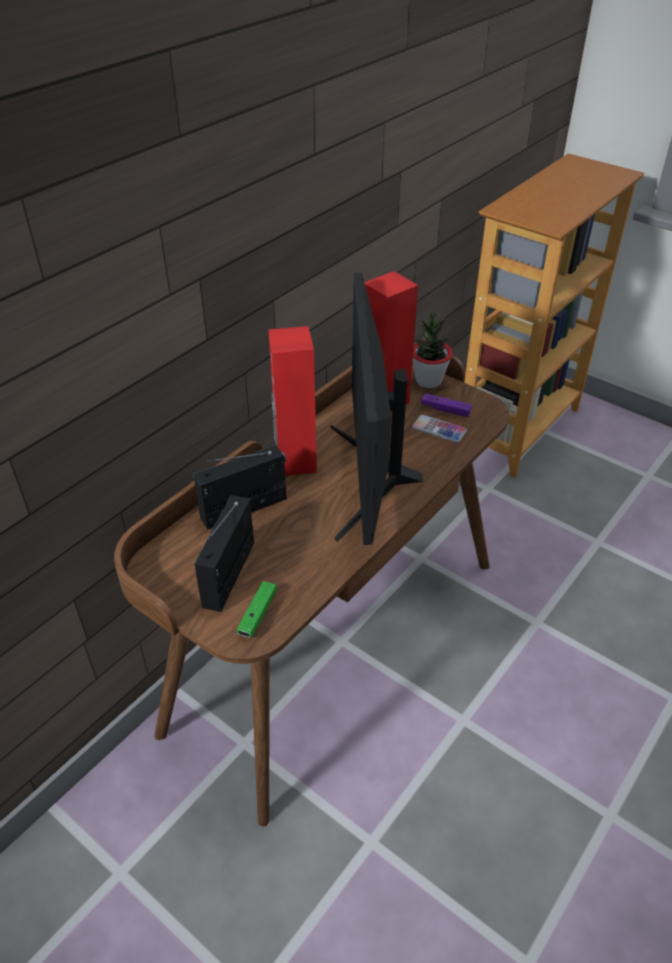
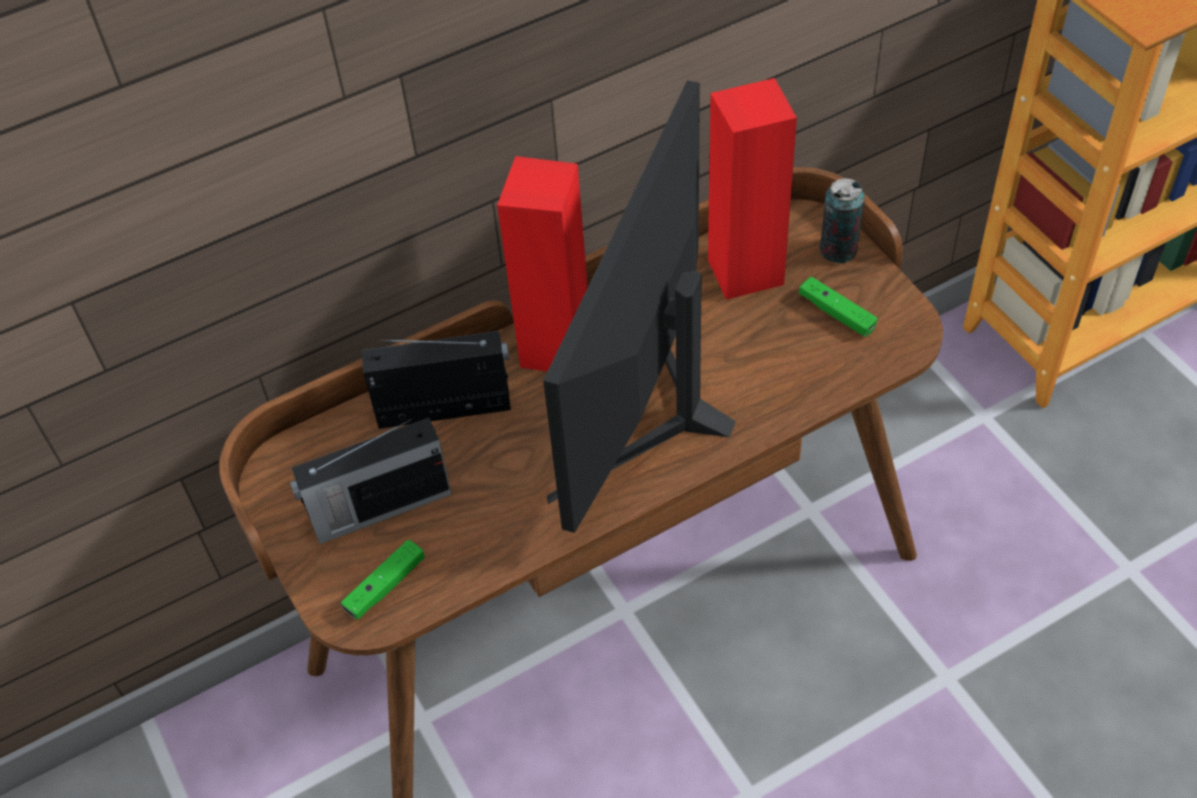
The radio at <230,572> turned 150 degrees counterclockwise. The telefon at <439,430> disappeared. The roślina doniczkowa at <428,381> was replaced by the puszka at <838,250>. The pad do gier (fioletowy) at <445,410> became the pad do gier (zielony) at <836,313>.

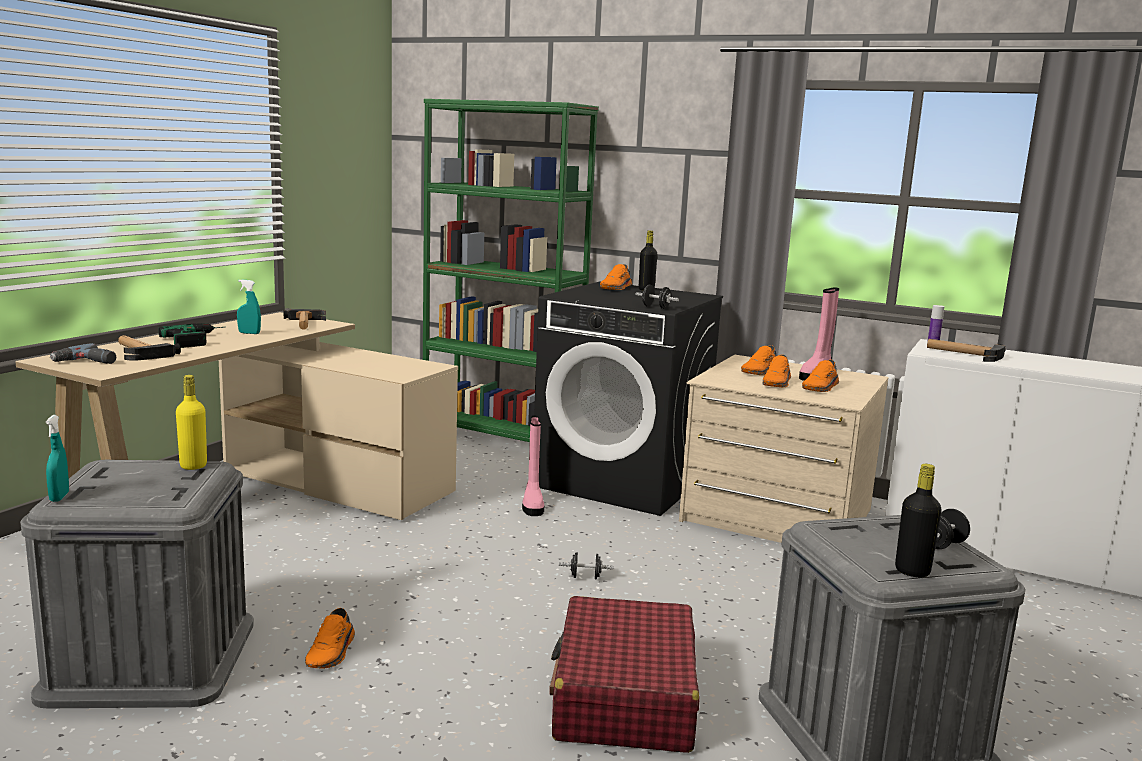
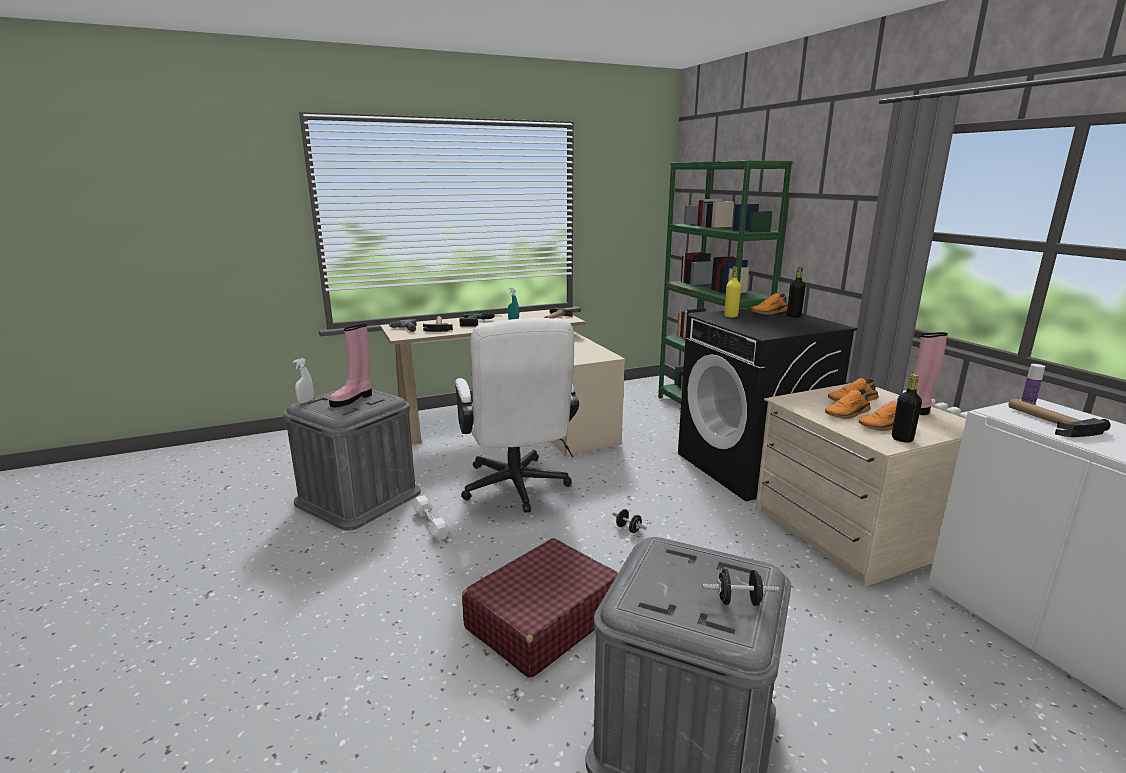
The spryskiwacz (turkusowy) at <59,497> became the spryskiwacz (biały) at <306,401>. The butelka (żółty) moved from <193,466> to <731,316>. The but (pomarańczowy) at <332,653> was replaced by the hantel (biały) at <431,525>. The but z cholewką (różowy) moved from <532,504> to <353,399>. The hantel (czarny) at <656,307> disappeared. The butelka (czarny) moved from <912,571> to <902,439>. The krzesło biurowe (biały) at <516,490> appeared.

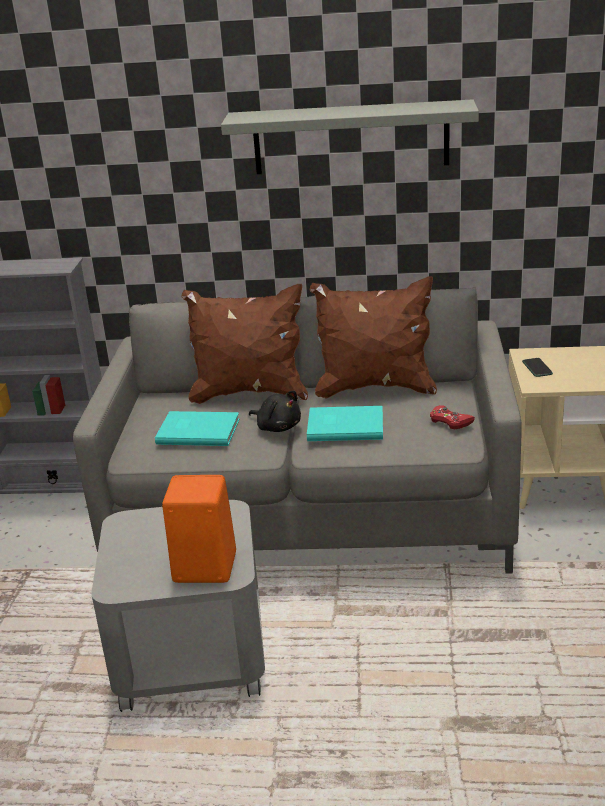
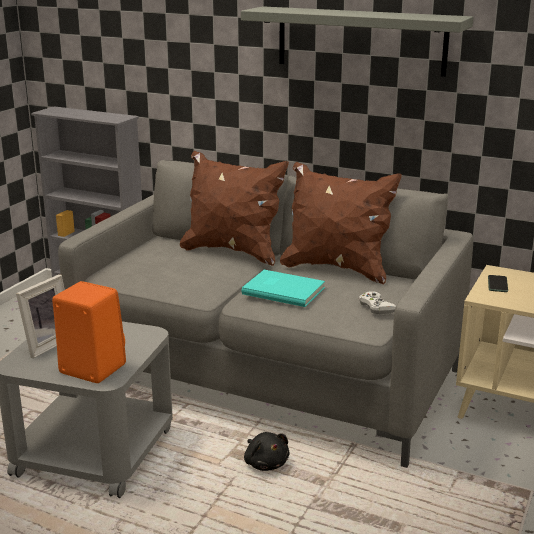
The książka (turkusowy) at <197,430> disappeared. The pluszak (czarny) moved from <277,427> to <265,463>. The pad do gier (czerwony) at <450,421> became the pad do gier (biały) at <376,307>. The ramka na zdjęcie at <46,344> appeared.

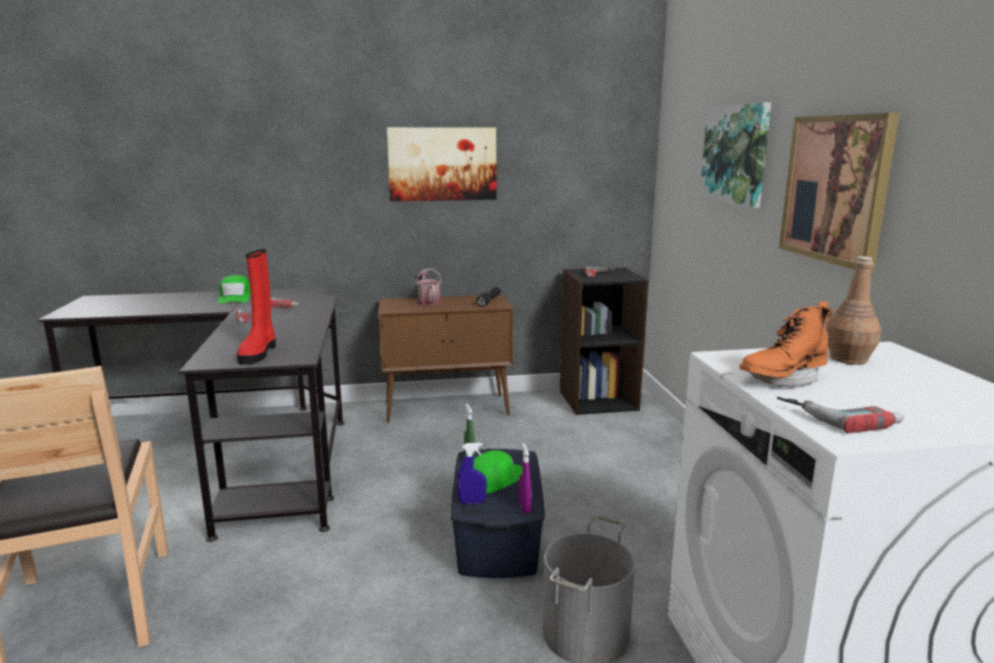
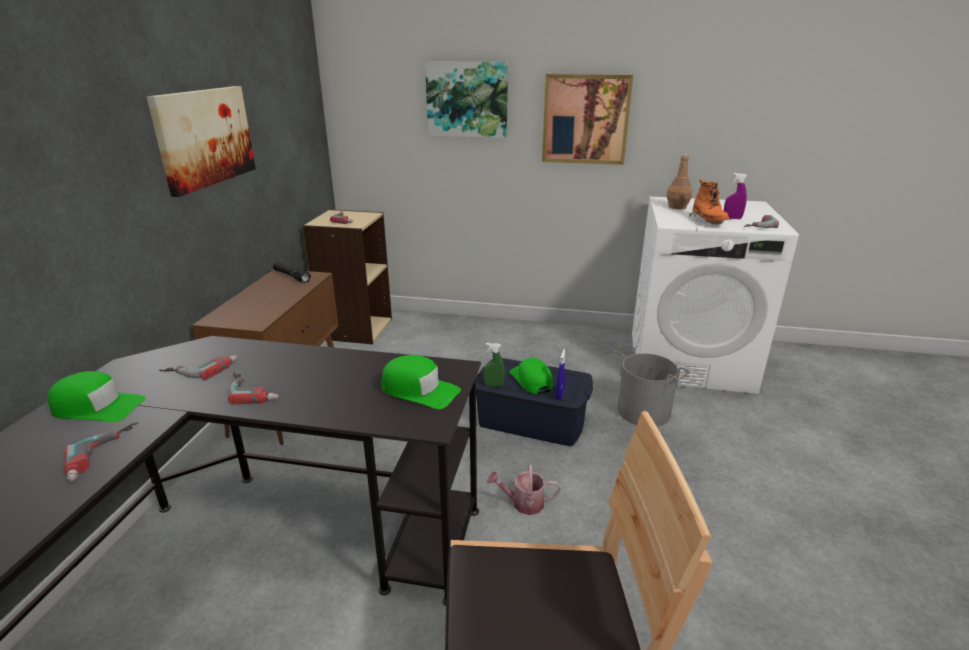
The but z cholewką (czerwony) at <259,353> was replaced by the czapka z daszkiem (zielony) at <419,390>. The konewka moved from <428,302> to <523,503>. The spryskiwacz (fioletowy) moved from <524,507> to <732,218>. The regał (czarny) at <598,400> became the regał (beżowy) at <355,328>. The wiertarka at <106,455> appeared.

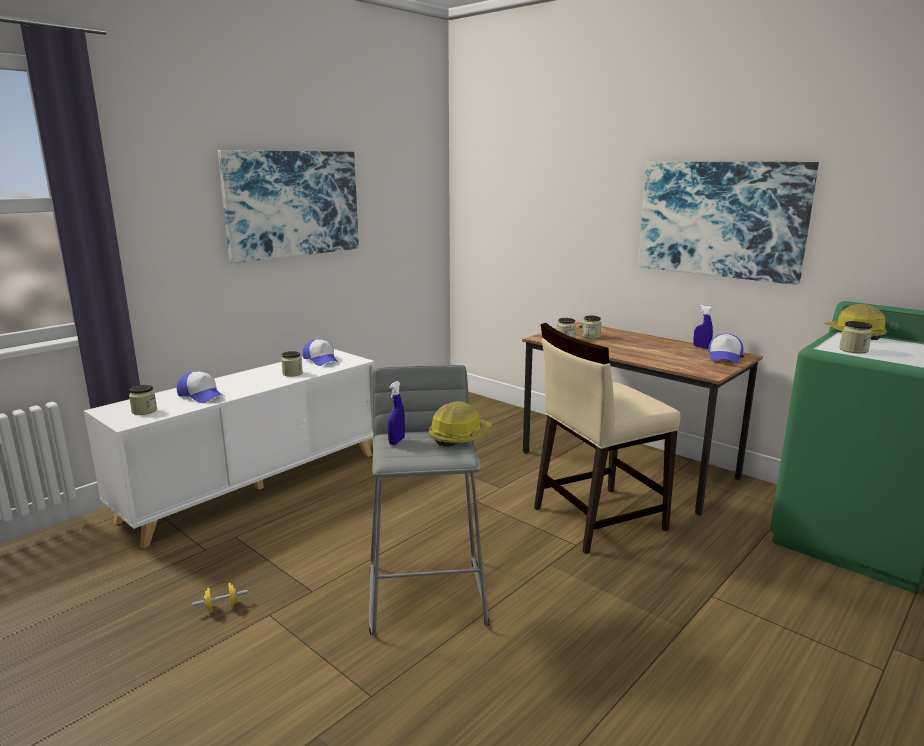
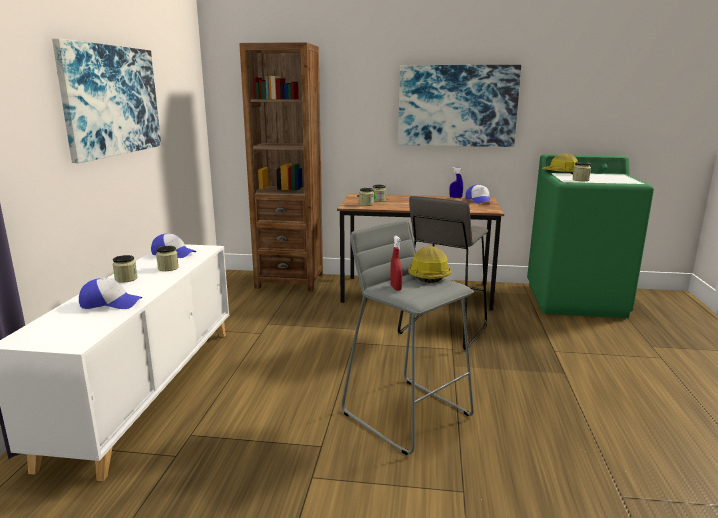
The słoik moved from <144,411> to <126,279>. The hantel (żółty) at <221,607> disappeared. The spryskiwacz (niebieski) at <396,441> became the spryskiwacz (czerwony) at <395,288>. The krzesło (beżowy) at <597,518> was replaced by the stołek (szary) at <442,329>. The regał (brązowy) at <290,281> appeared.

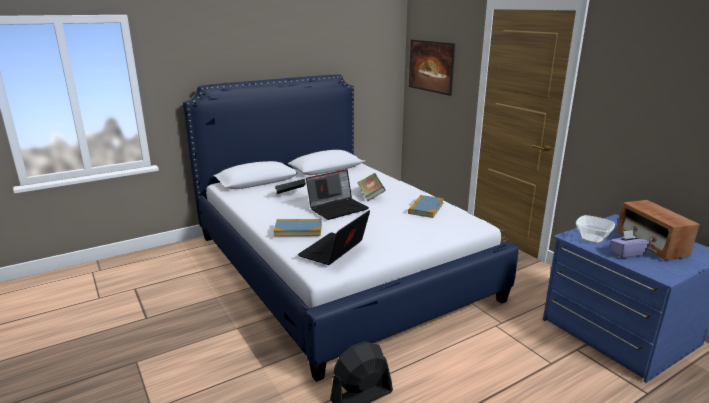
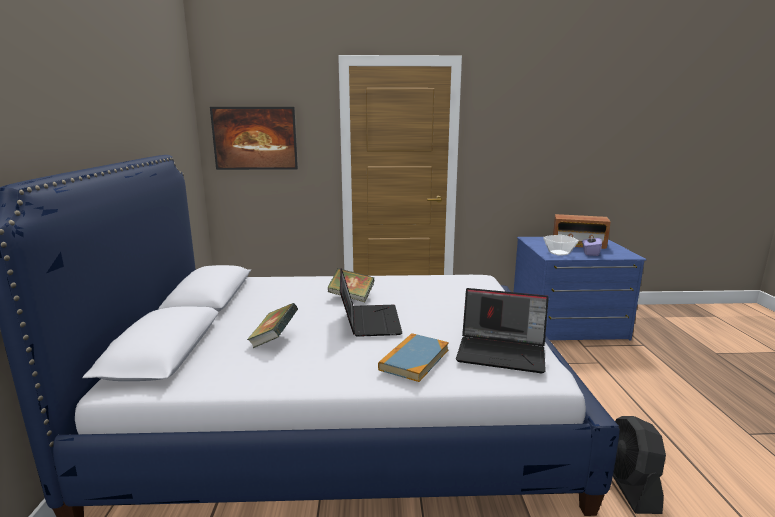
The laptop at <334,251> turned 45 degrees counterclockwise. The książka at <426,208> disappeared.

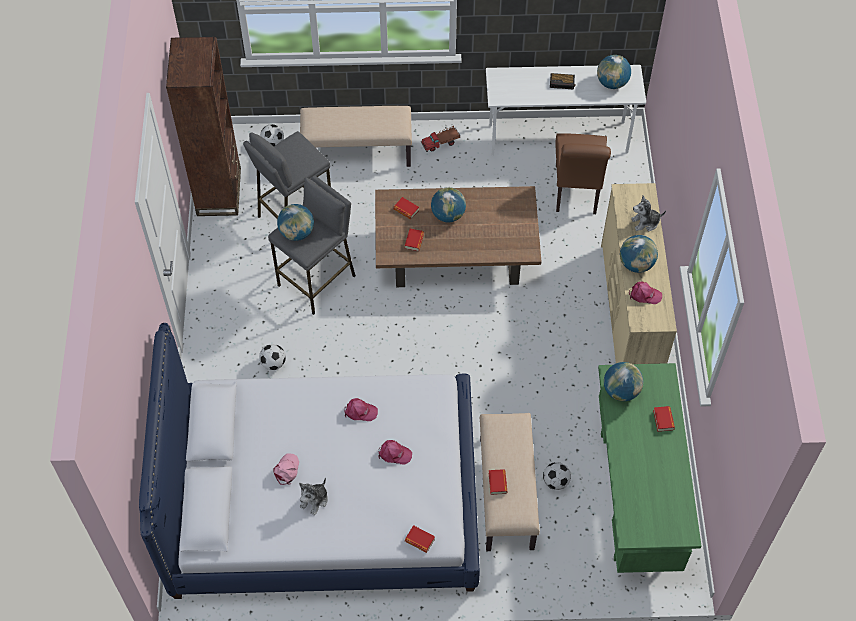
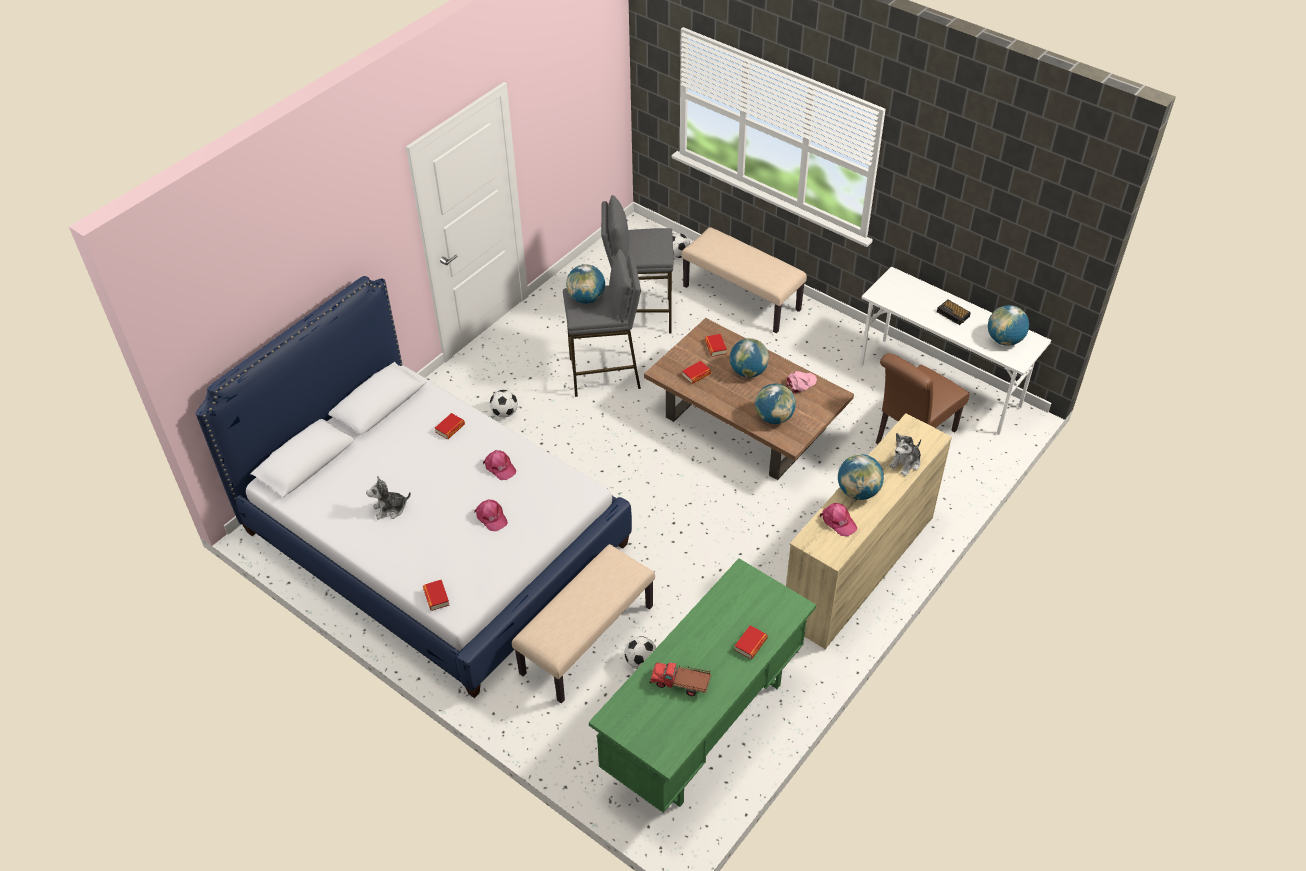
The regał (brązowy) at <219,192> disappeared. The czapka z daszkiem (różowy) moved from <286,470> to <800,383>. The ciężarówka zabawkowa moved from <441,142> to <681,683>. The książka moved from <497,483> to <450,428>. The globus moved from <621,391> to <774,417>. The pluszak at <645,222> turned 75 degrees counterclockwise.

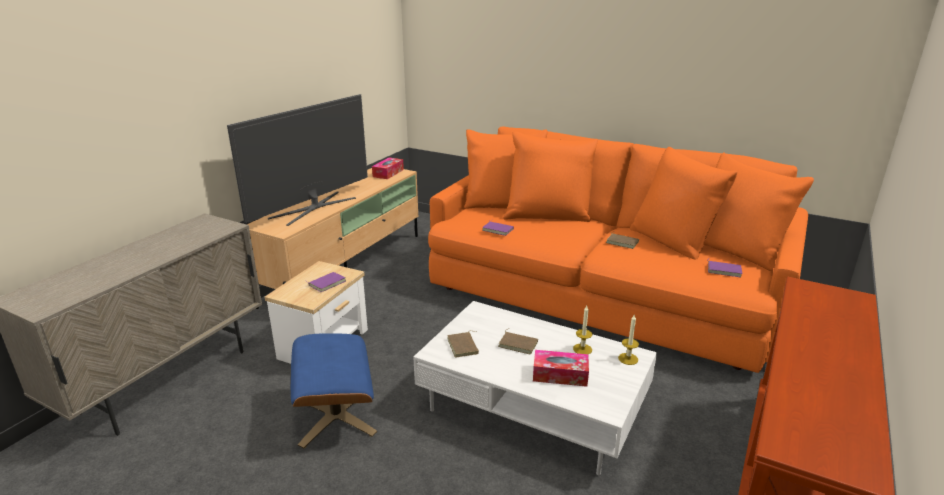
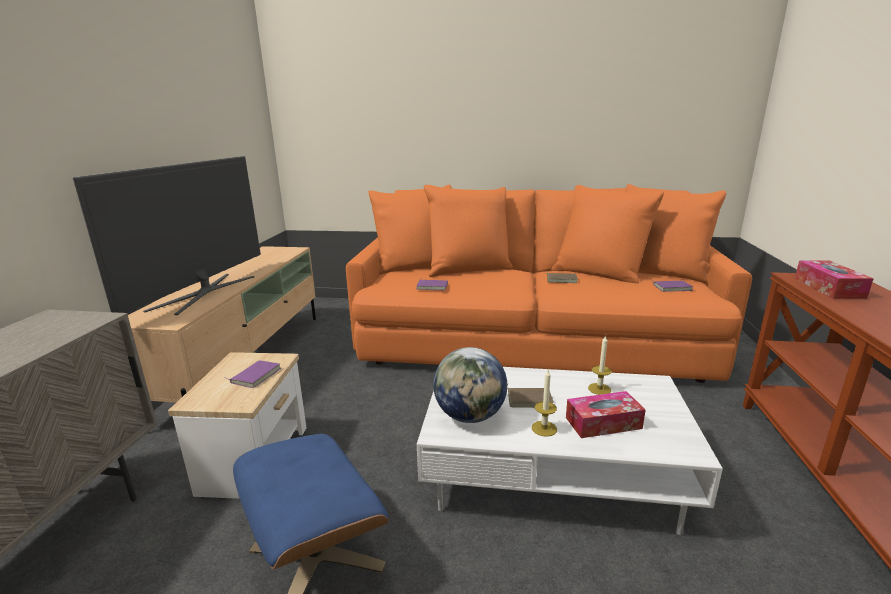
The pudełko chusteczek moved from <388,173> to <828,288>. The książka (brązowy) at <464,346> was replaced by the globus at <470,416>. The świeca moved from <628,359> to <544,428>.

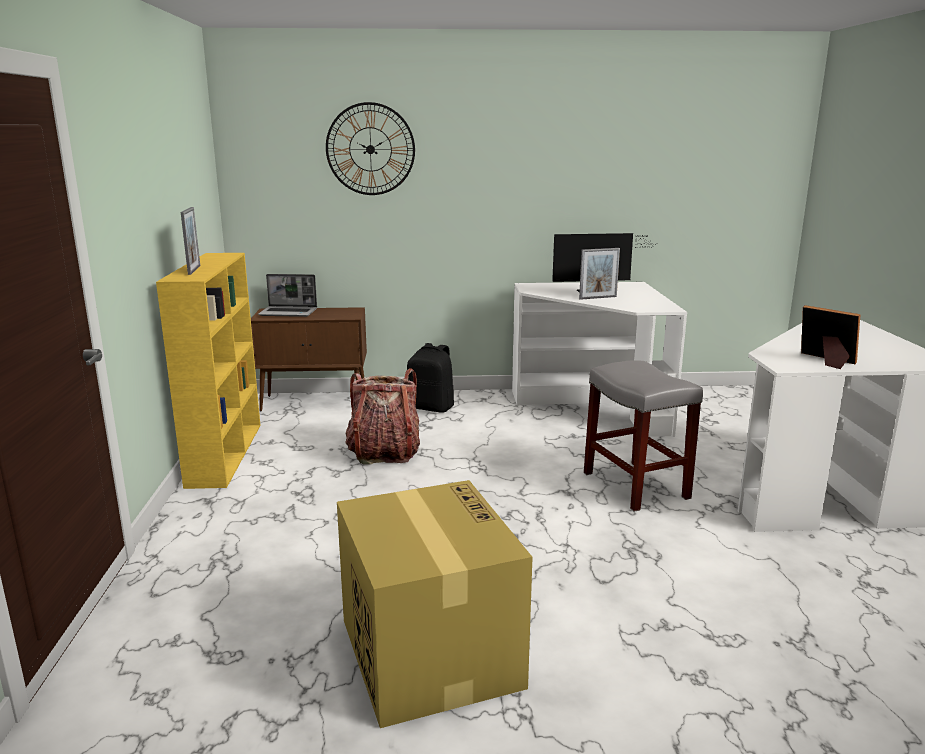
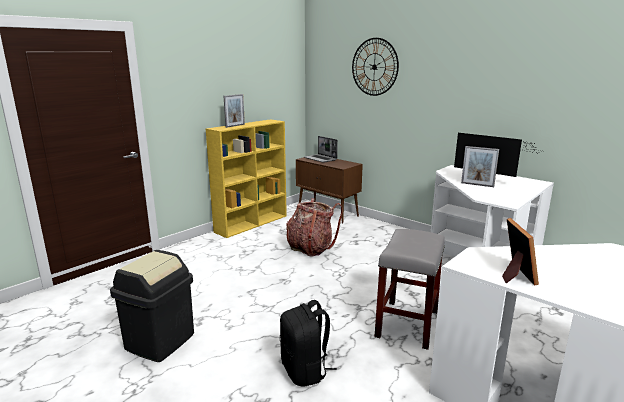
The karton at <428,651> was replaced by the kosz na śmieci (czarny) at <159,341>. The plecak (czarny) moved from <431,407> to <305,371>.

